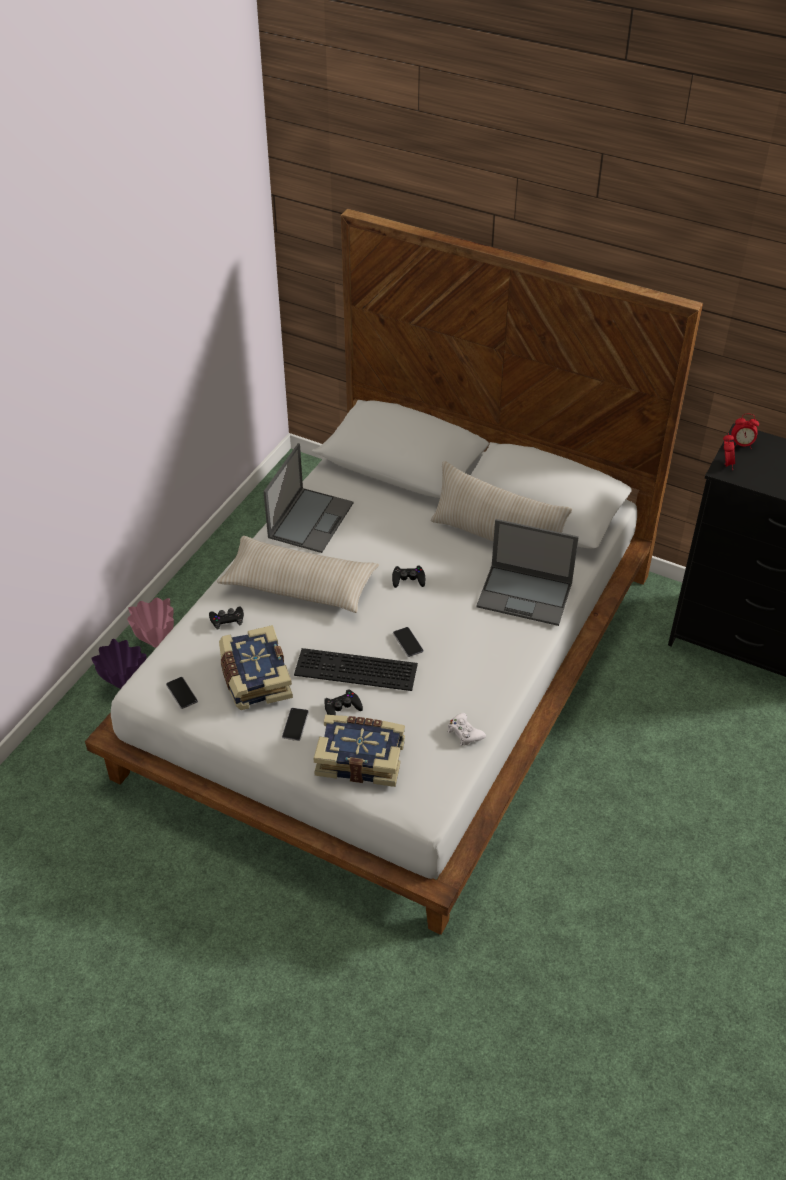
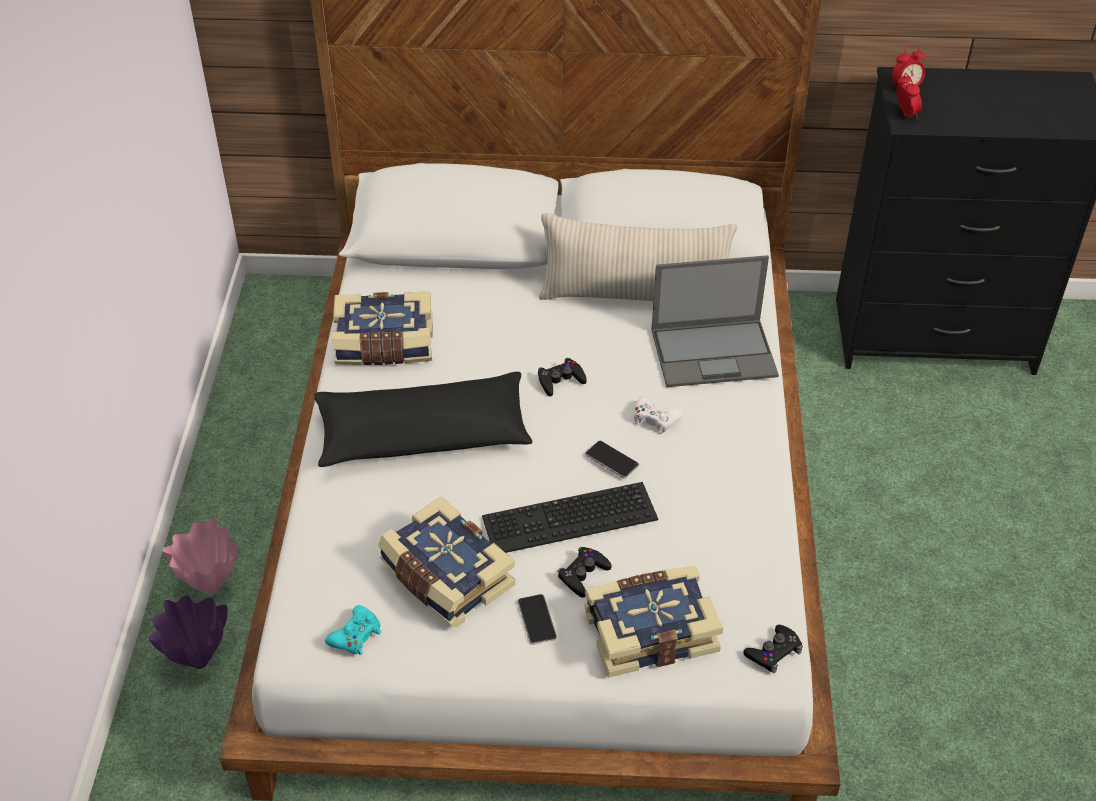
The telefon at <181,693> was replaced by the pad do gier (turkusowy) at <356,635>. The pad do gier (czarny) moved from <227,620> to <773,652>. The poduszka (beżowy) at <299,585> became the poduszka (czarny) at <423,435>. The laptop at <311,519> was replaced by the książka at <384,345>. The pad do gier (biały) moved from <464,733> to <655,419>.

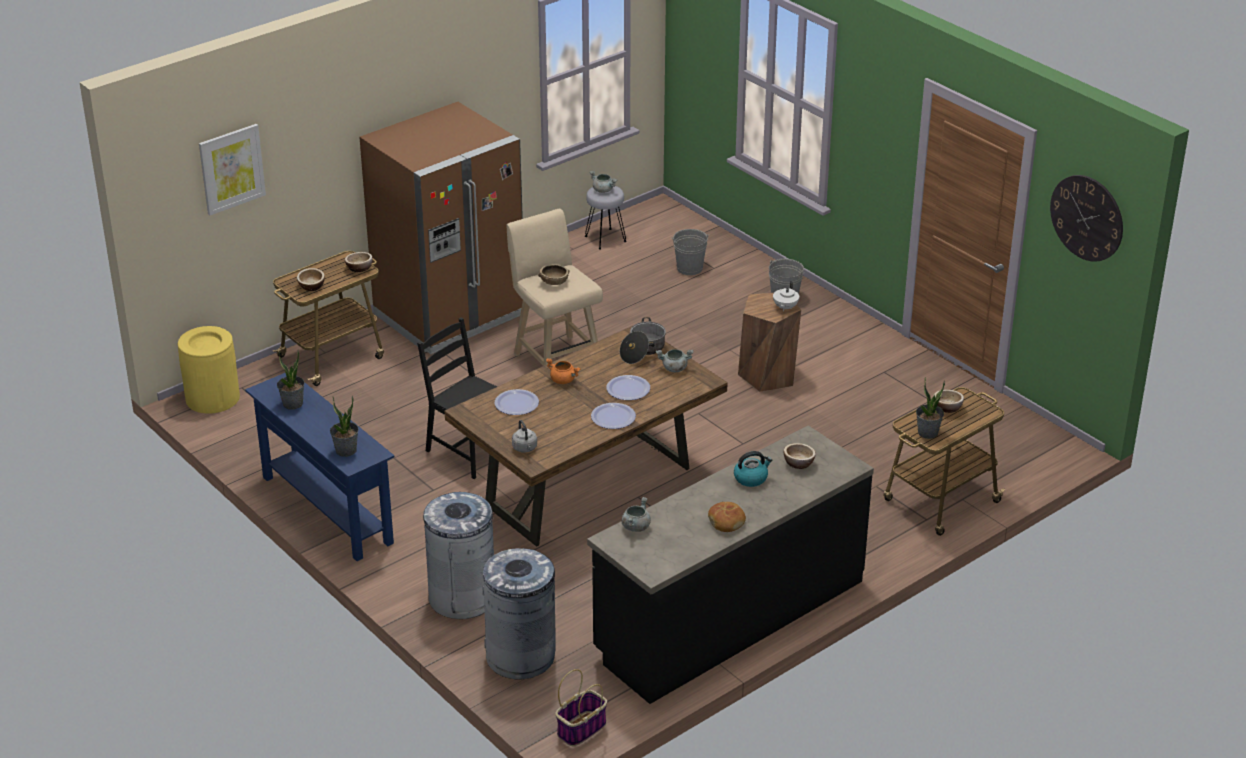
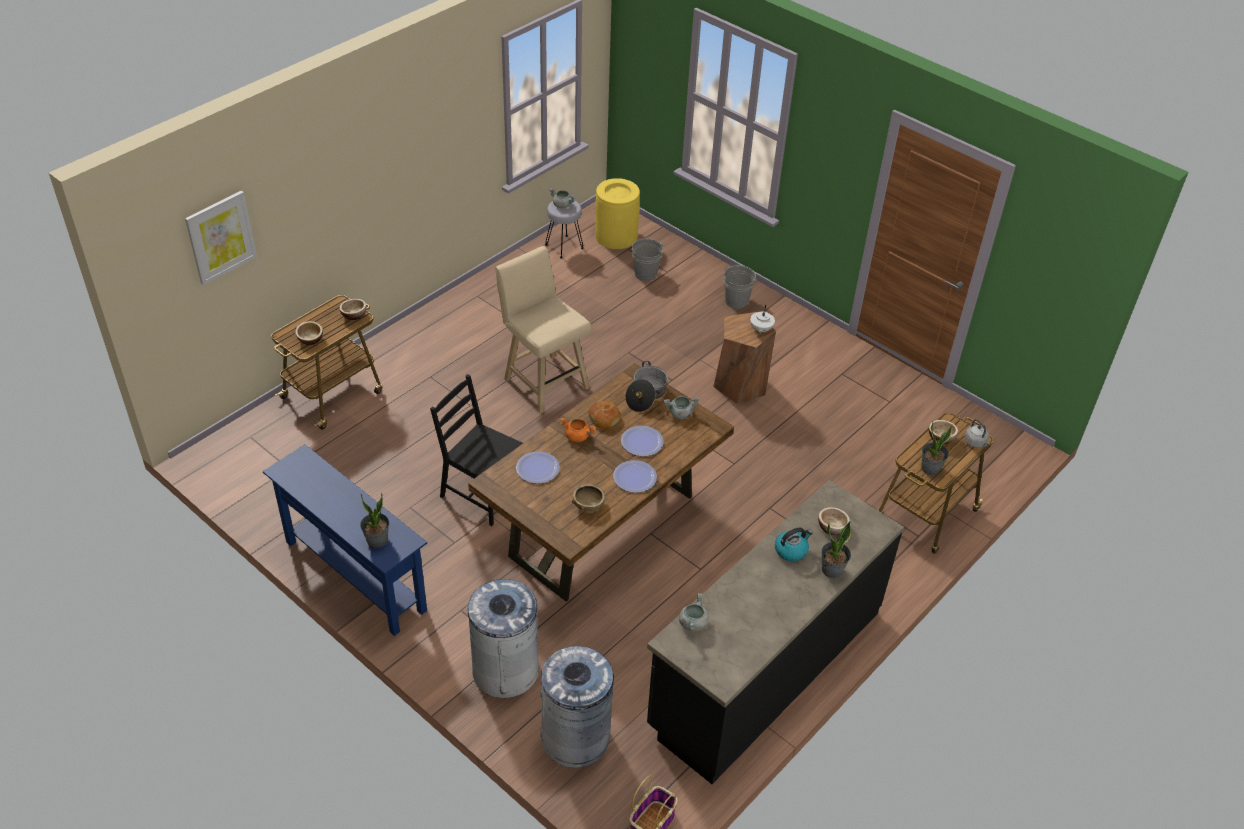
The kosz na śmieci (żółty) moved from <212,398> to <616,236>. The roślina doniczkowa moved from <293,404> to <832,570>. The lodówka (brązowy) at <449,315> disappeared. The czajnik (szary) moved from <525,448> to <975,443>. The miska (brązowy) moved from <554,282> to <588,505>. The chleb moved from <727,521> to <604,418>. The zegar ścienny at <1087,218> disappeared.

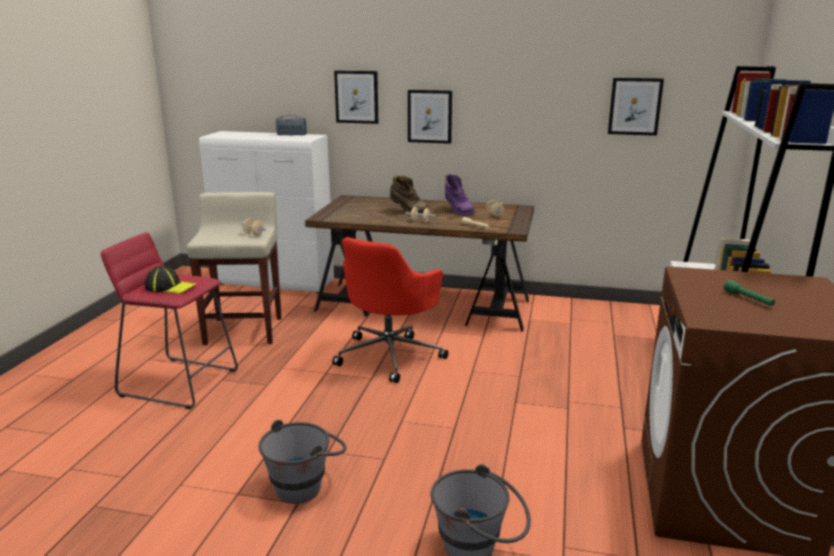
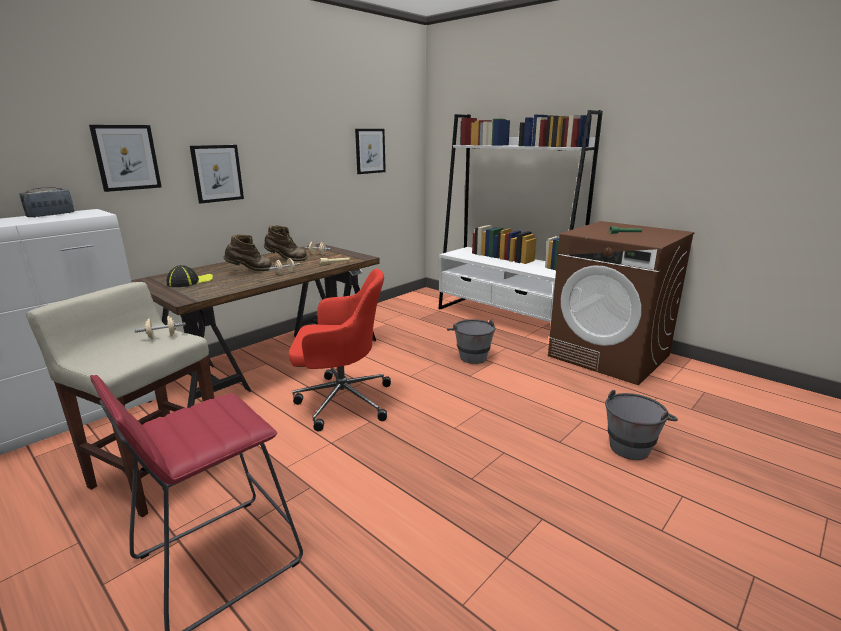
The czapka z daszkiem moved from <170,287> to <190,282>. The wiadro (szary) moved from <305,484> to <470,355>. The krzesło biurowe (czerwony) at <390,355> turned 60 degrees counterclockwise. The but z cholewką (fioletowy) at <457,211> became the but z cholewką (brązowy) at <286,260>.

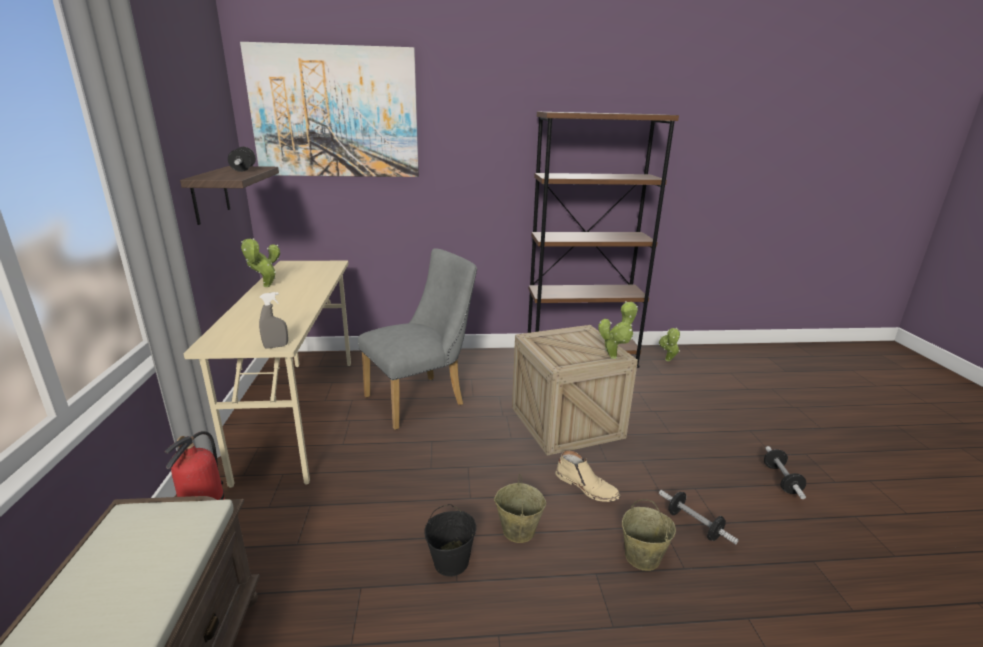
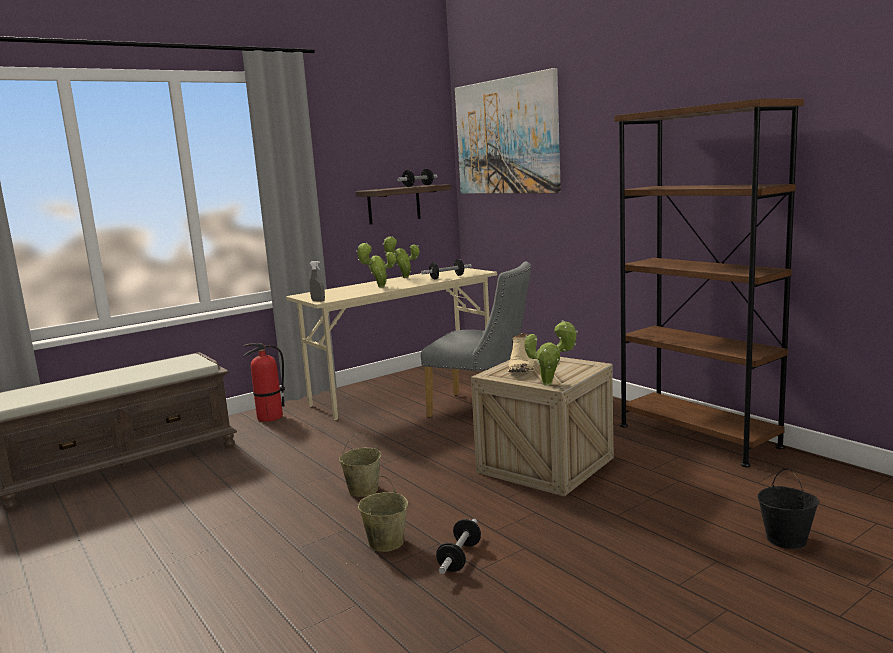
The wiadro (czarny) moved from <451,561> to <787,539>. The but z cholewką (beżowy) moved from <587,487> to <522,367>. The roślina doniczkowa moved from <668,361> to <379,287>. The hantel moved from <781,480> to <447,277>.

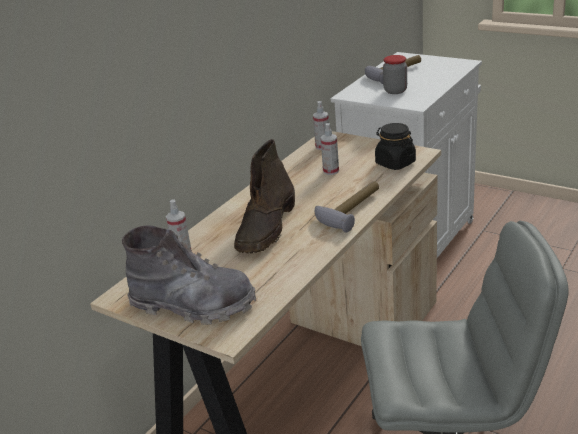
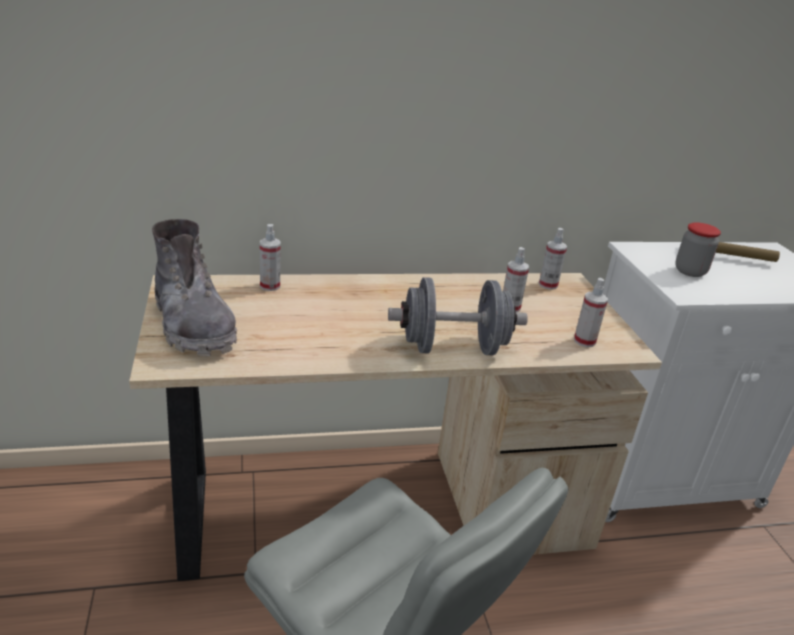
The but z cholewką (brązowy) at <266,228> disappeared. The młotek at <349,210> was replaced by the hantel (szary) at <453,348>. The słoik (czarny) at <395,163> was replaced by the spryskiwacz at <584,341>.

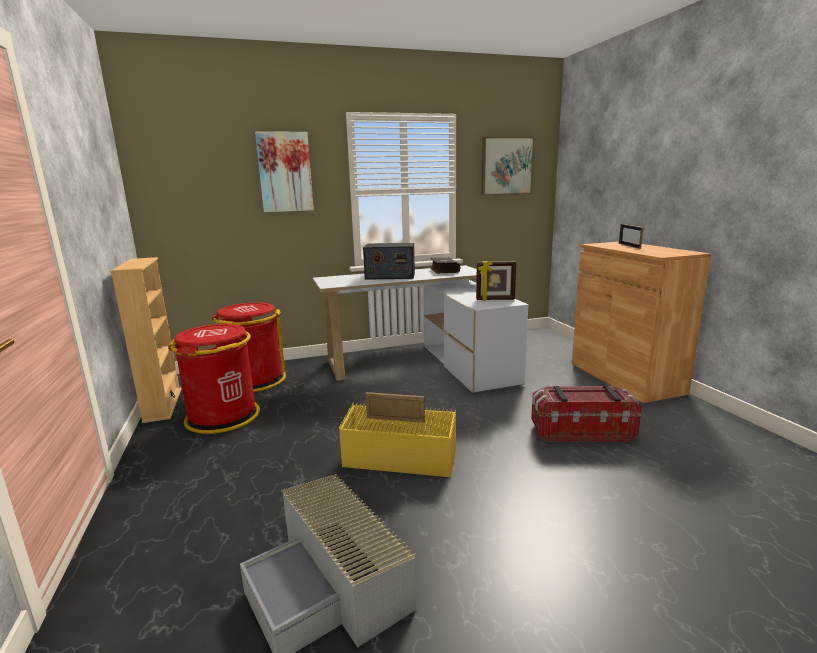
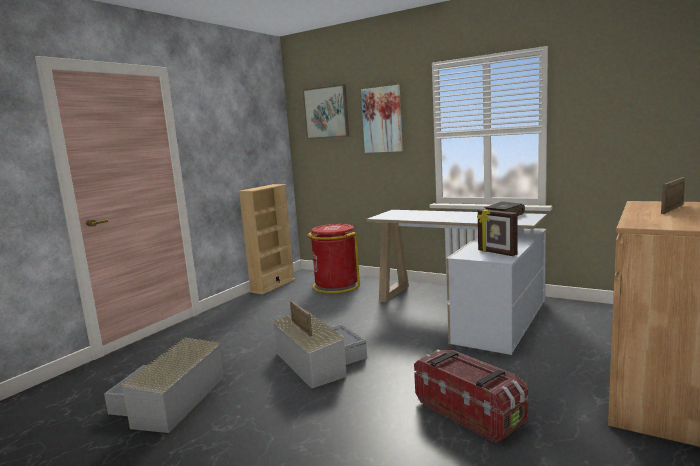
The kosz na śmieci (czerwony) at <223,416> disappeared. The pojemnik do przechowywania (żółty) at <400,452> became the pojemnik do przechowywania (szary) at <318,360>. The radio at <390,276> disappeared. The obraz moved from <506,166> to <326,112>.

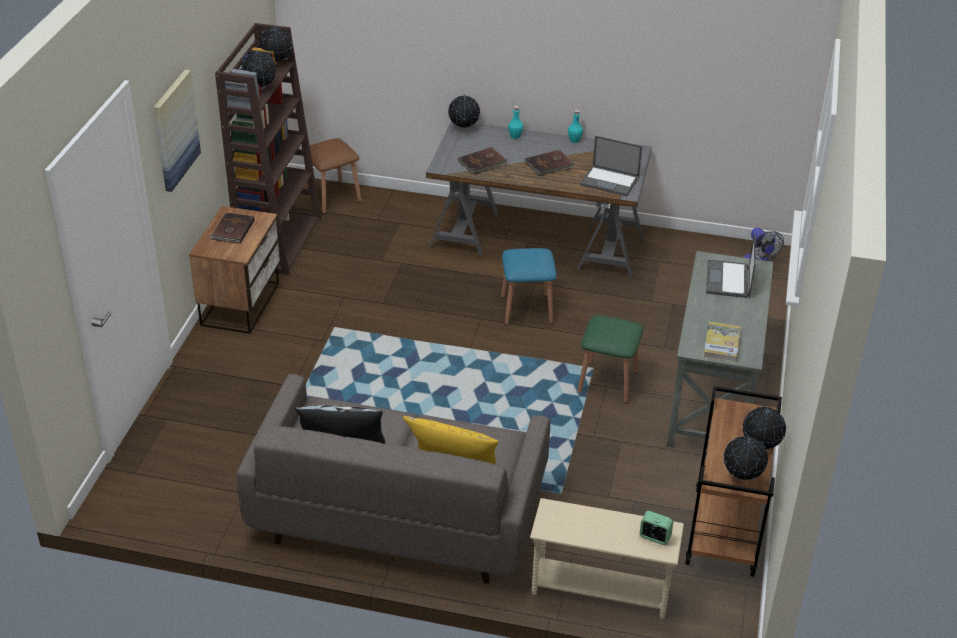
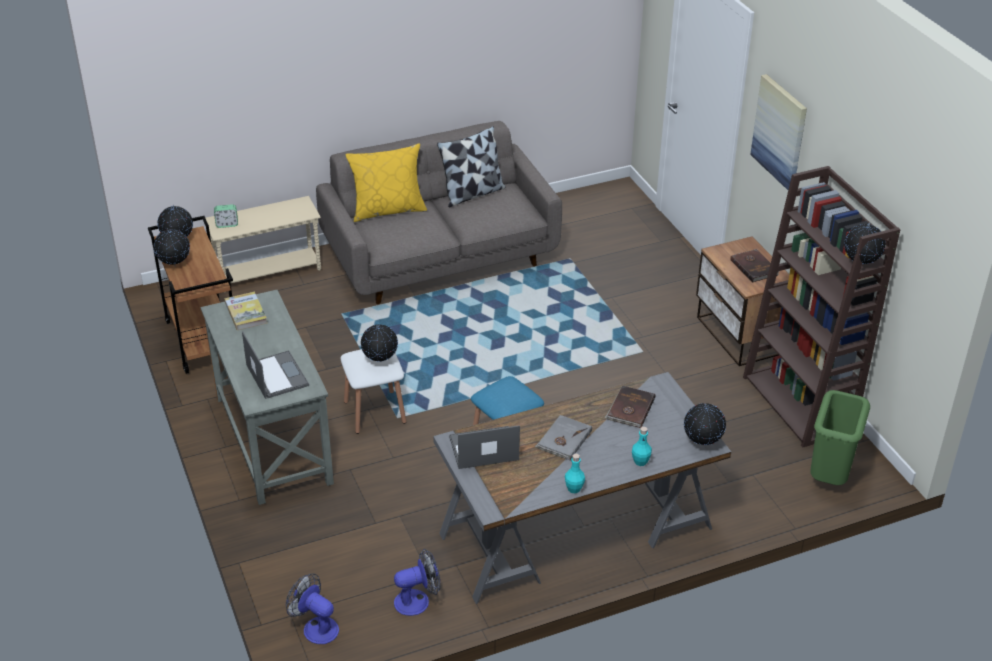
The globus moved from <260,89> to <380,361>. The stołek (brązowy) at <332,197> was replaced by the kosz na śmieci (zielony) at <830,478>. The książka (brązowy) at <550,165> became the książka (szary) at <563,439>. The stołek (zielony) at <607,382> became the stołek (biały) at <374,412>. The wentylator at <418,600> appeared.

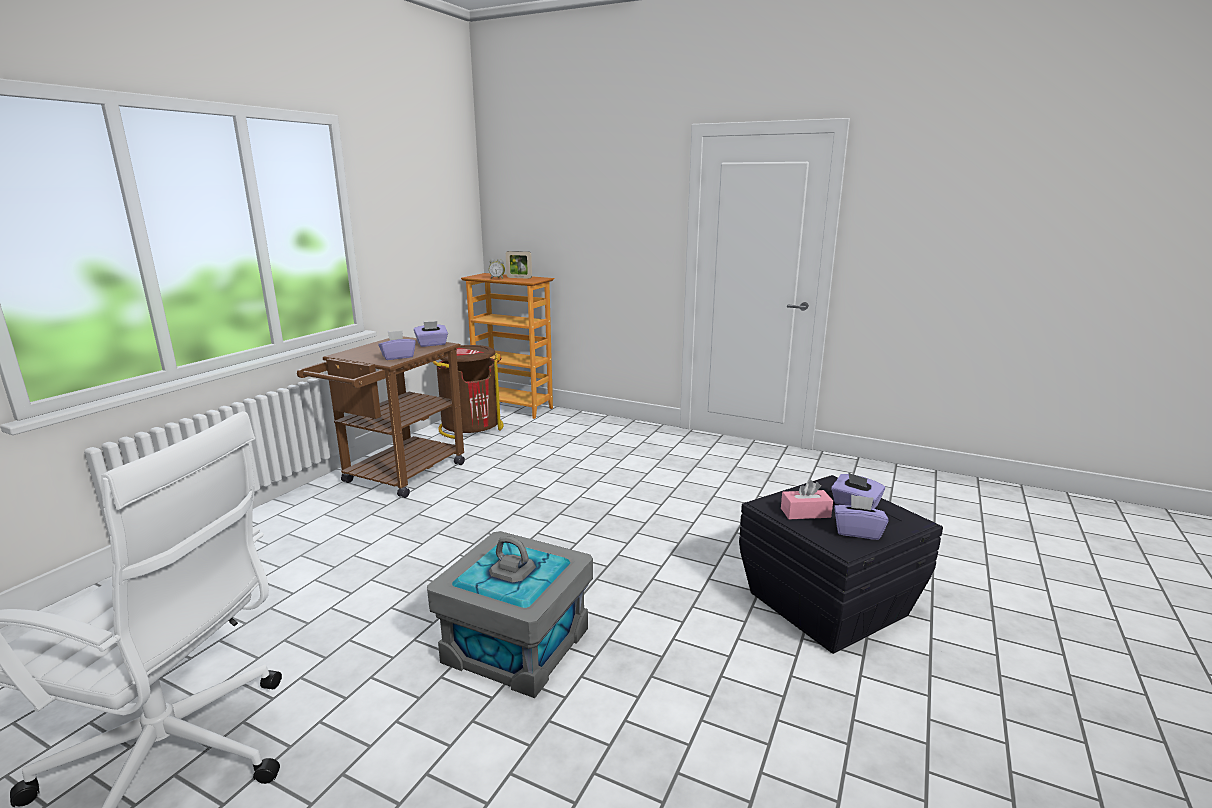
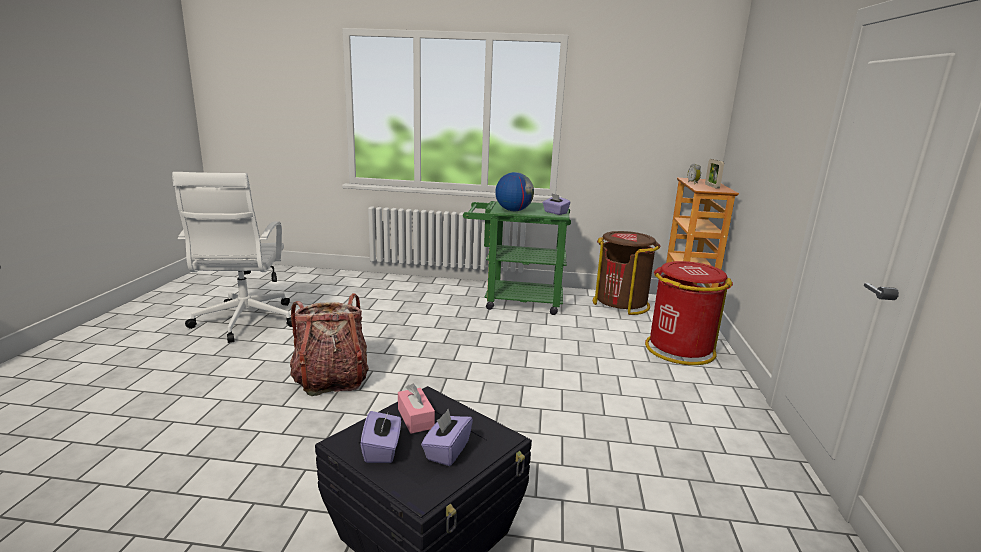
The wózek (brązowy) at <398,477> became the wózek (zielony) at <515,300>. The pudełko chusteczek (fioletowy) at <398,357> was replaced by the globus at <513,210>. The pojemnik do przechowywania (szary) at <516,645> was replaced by the plecak at <331,380>. The kosz na śmieci (czerwony) at <679,349> appeared.

